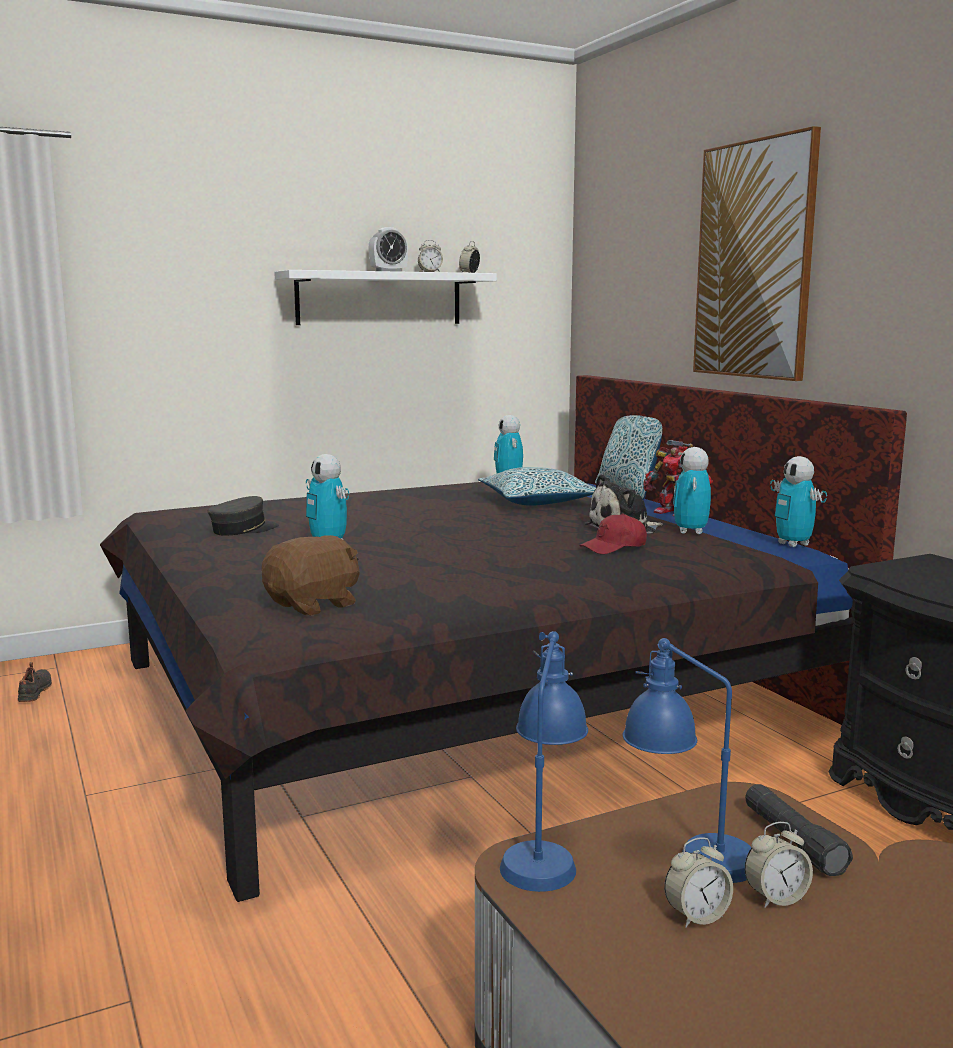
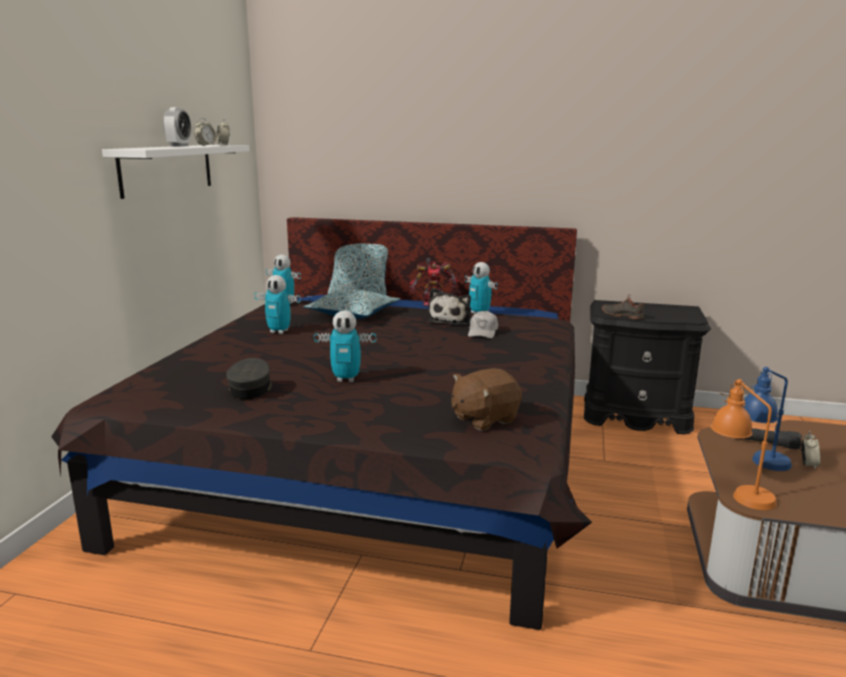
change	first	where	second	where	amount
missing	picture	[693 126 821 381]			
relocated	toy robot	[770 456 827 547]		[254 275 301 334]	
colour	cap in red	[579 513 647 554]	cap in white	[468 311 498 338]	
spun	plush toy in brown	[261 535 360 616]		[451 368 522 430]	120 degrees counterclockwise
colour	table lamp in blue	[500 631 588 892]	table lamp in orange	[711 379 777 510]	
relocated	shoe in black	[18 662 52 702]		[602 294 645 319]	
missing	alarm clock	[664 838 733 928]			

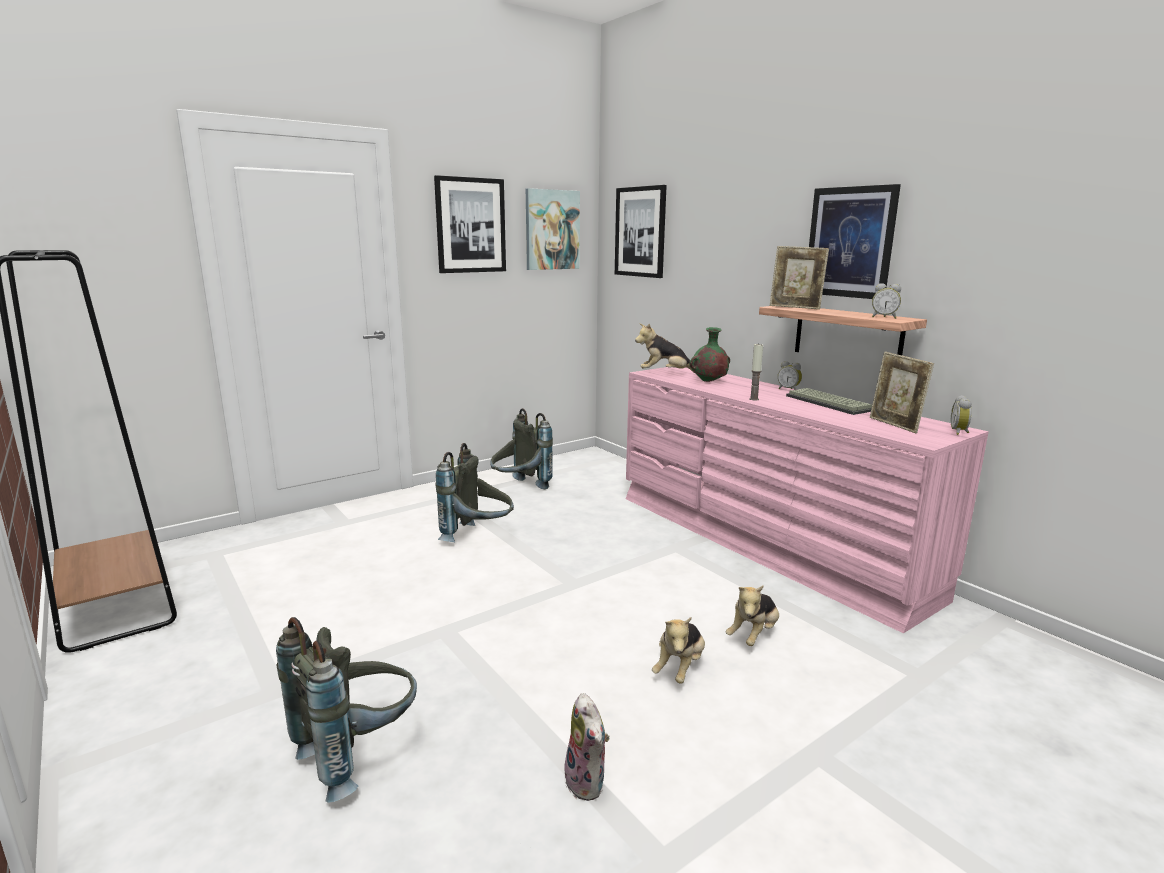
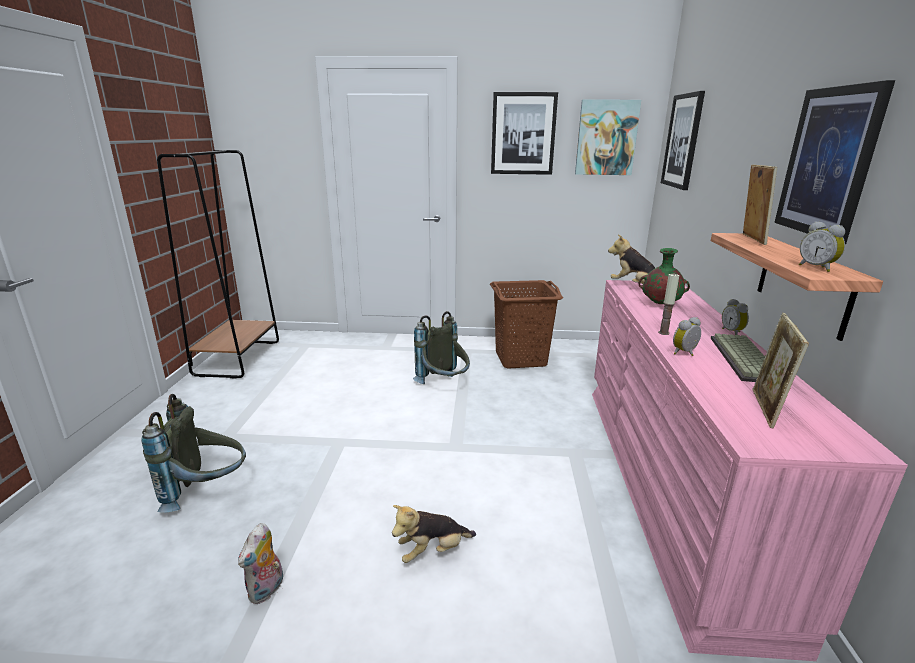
change	first	where	second	where	amount
spun	picture frame	[770 246 829 310]		[743 165 777 245]	150 degrees counterclockwise
relocated	alarm clock	[951 395 972 435]		[673 317 701 356]	
exchanged	backpack in grey	[490 408 553 489]	laundry basket in brown	[490 280 563 369]	
missing	plush toy	[725 586 779 646]			

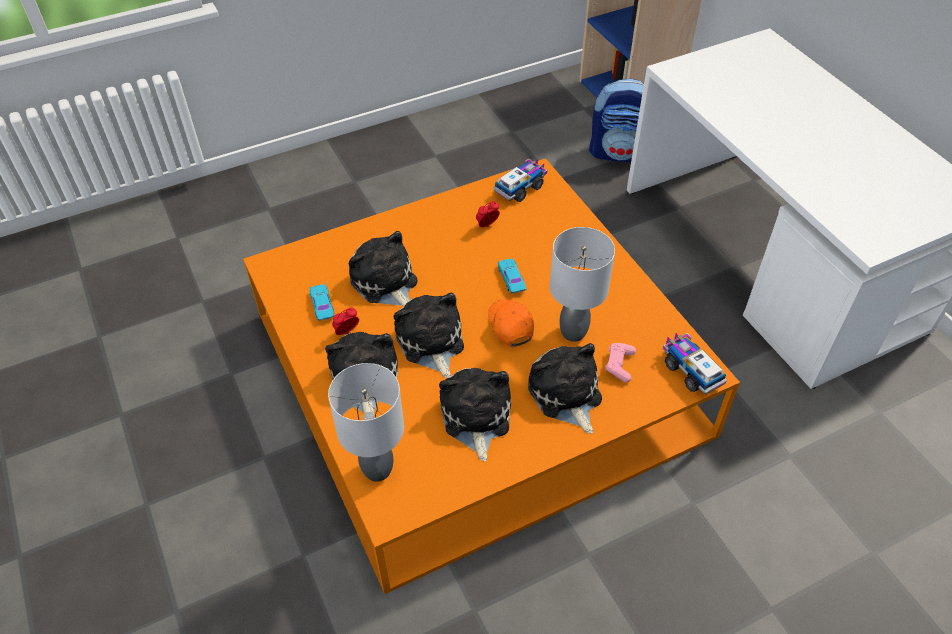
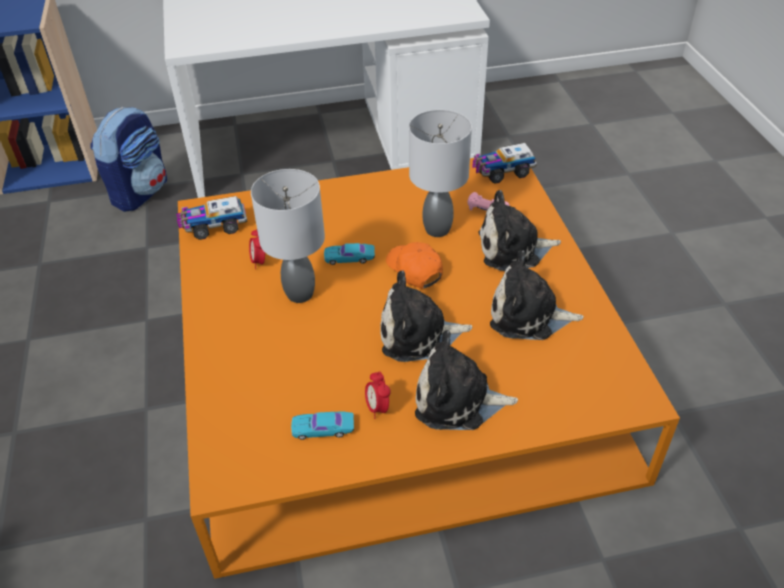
change	first	where	second	where	amount
spun	toy truck	[494 159 547 202]		[176 196 247 240]	75 degrees counterclockwise
missing	plush toy	[349 231 418 306]			
spun	cap in orange	[488 299 534 347]		[386 242 443 288]	60 degrees clockwise
relocated	table lamp in grey	[328 363 404 482]		[251 169 325 303]	

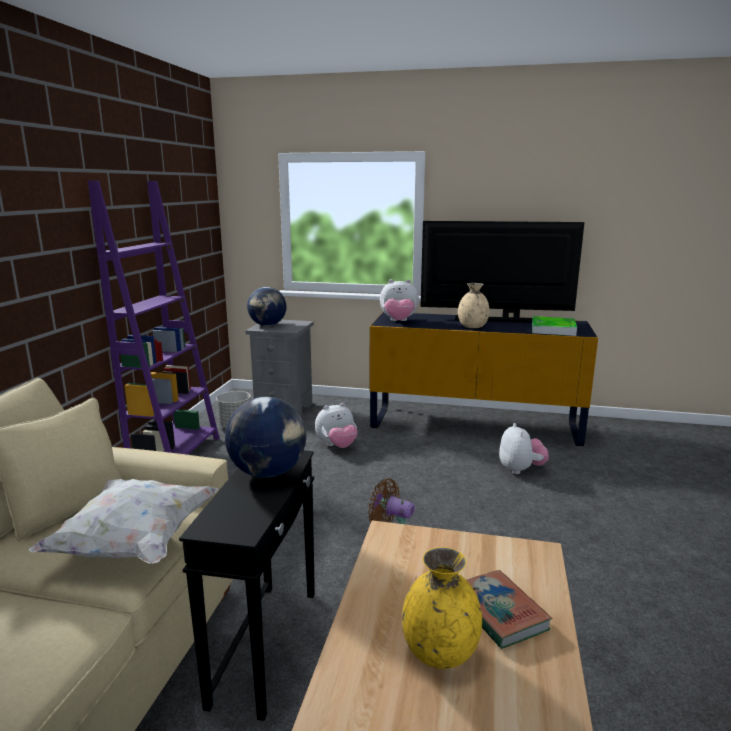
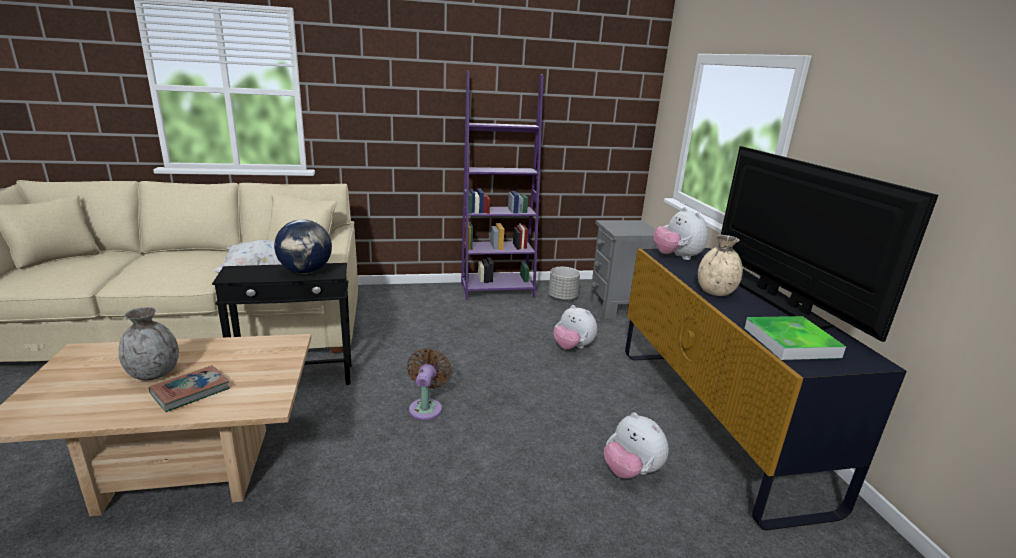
change	first	where	second	where	amount
missing	globe	[247 287 287 326]			
spun	plush toy	[499 423 549 474]		[604 412 669 479]	75 degrees clockwise
colour	vase in yellow	[402 547 482 669]	vase in grey	[119 307 179 380]	

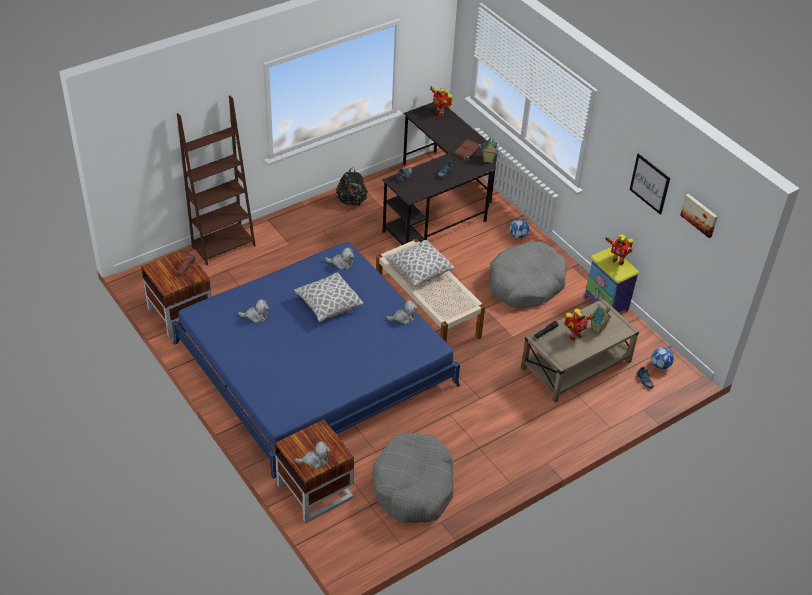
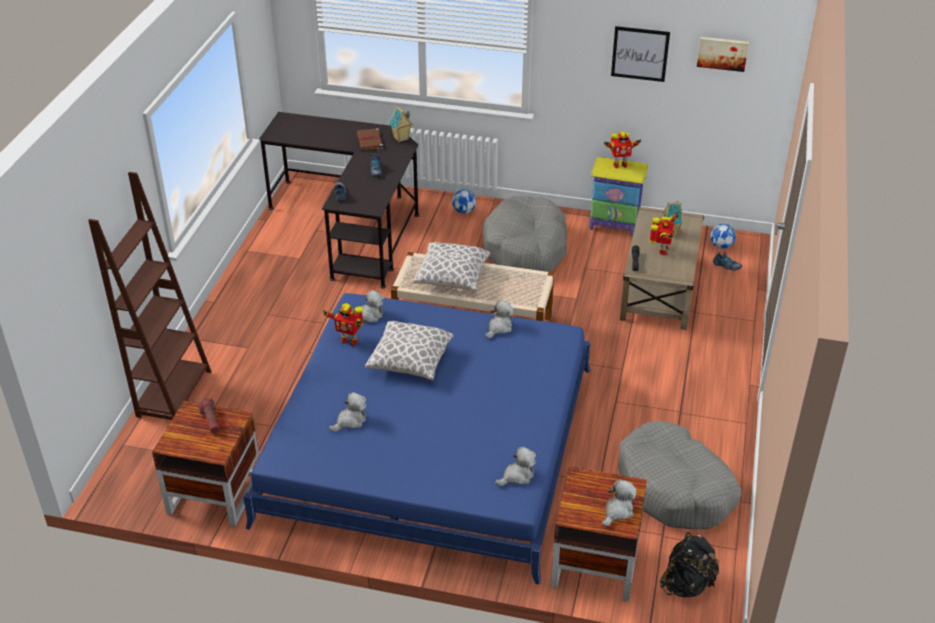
change	first	where	second	where	amount
relocated	toy robot	[430 86 453 117]		[323 303 364 346]	
relocated	backpack in black	[335 167 368 206]		[660 532 720 597]	
appeared			plush toy	[495 446 536 486]	

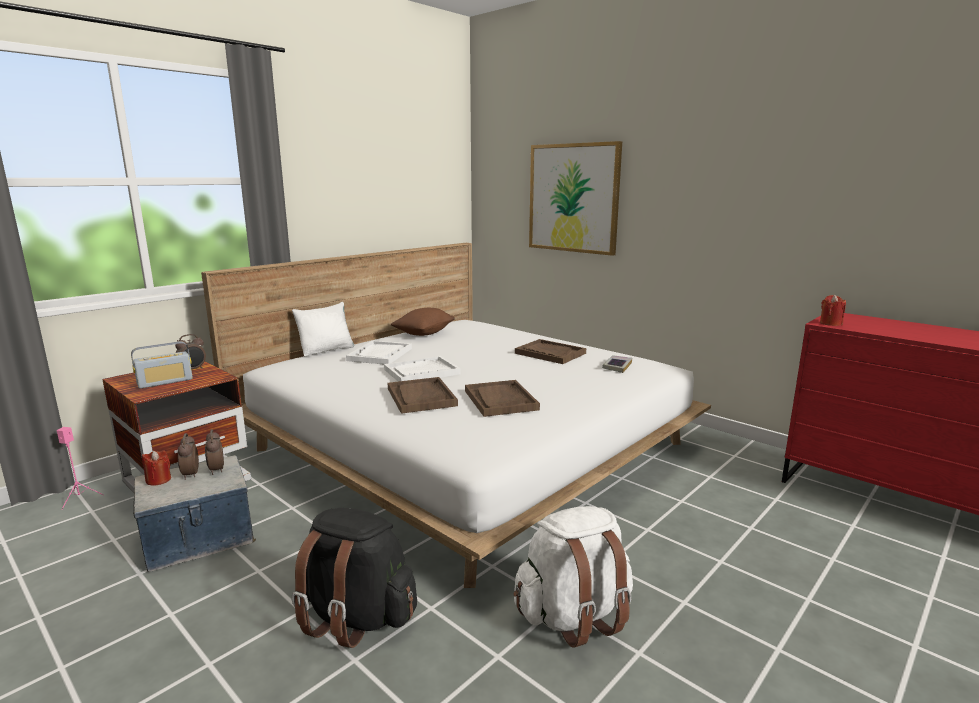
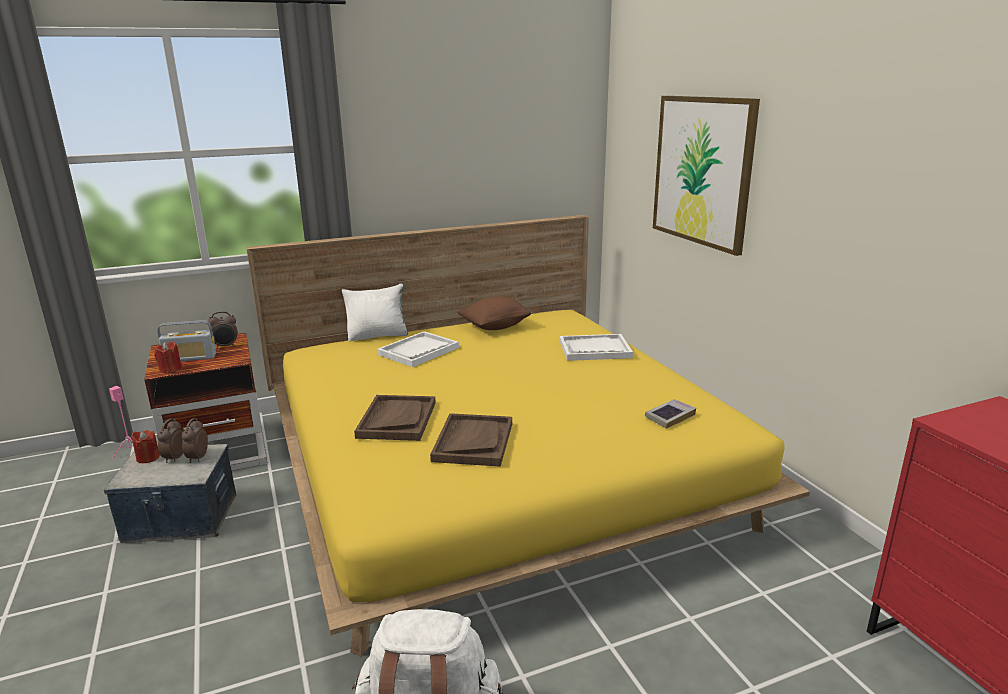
change	first	where	second	where	amount
colour	bed in white	[201 243 711 588]	bed in yellow	[246 215 810 657]	
relocated	candle in red	[820 295 846 326]		[154 342 182 374]	
missing	tray in brown	[515 339 586 364]			
relocated	tray in white	[384 356 461 381]		[560 334 633 361]	
missing	backpack in black	[291 508 417 648]			

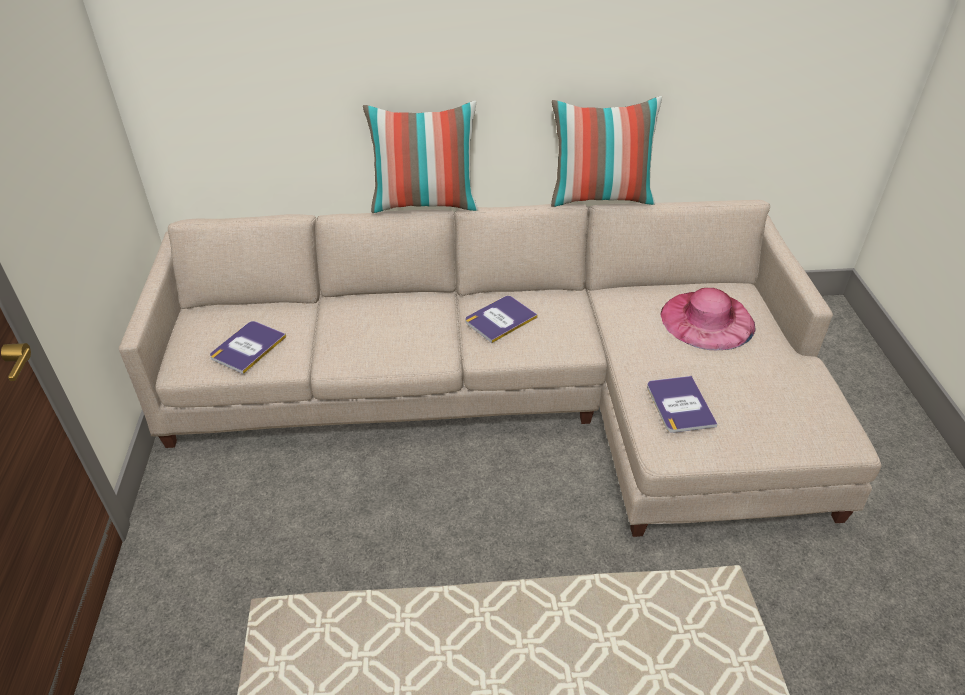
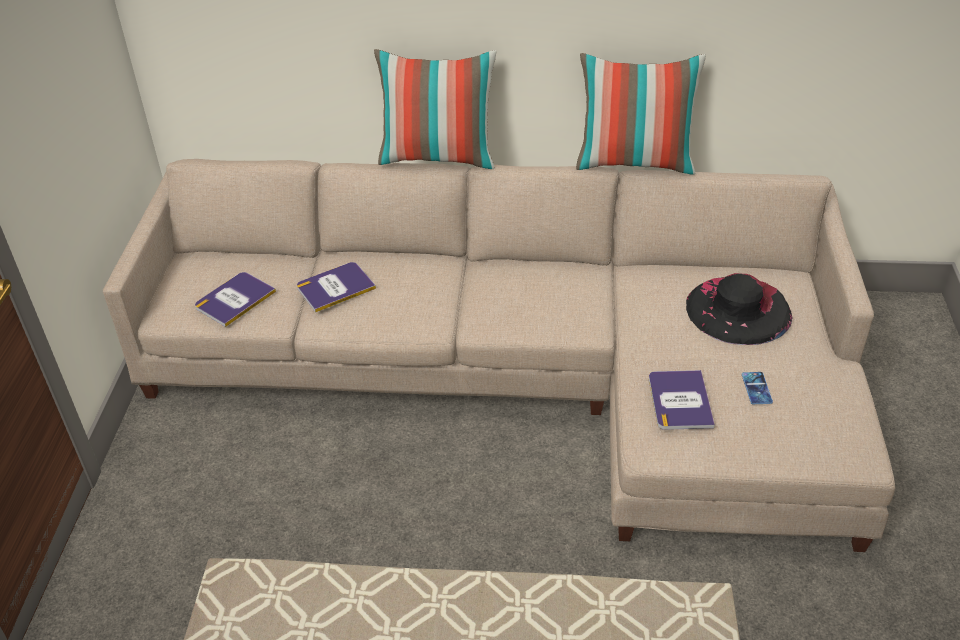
change	first	where	second	where	amount
colour	hat in pink	[661 288 755 350]	hat in black	[686 273 793 345]	
relocated	book	[465 296 538 343]		[297 262 376 313]	
appeared			phone	[742 372 773 404]	

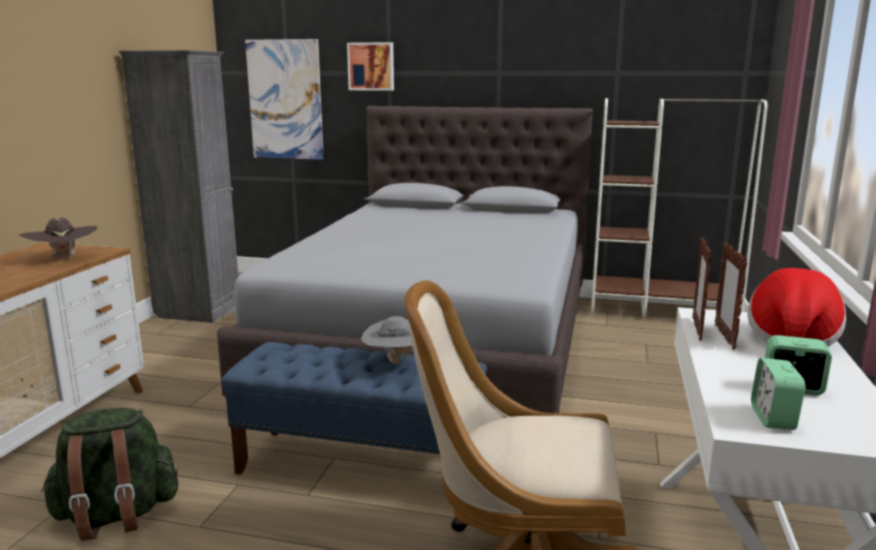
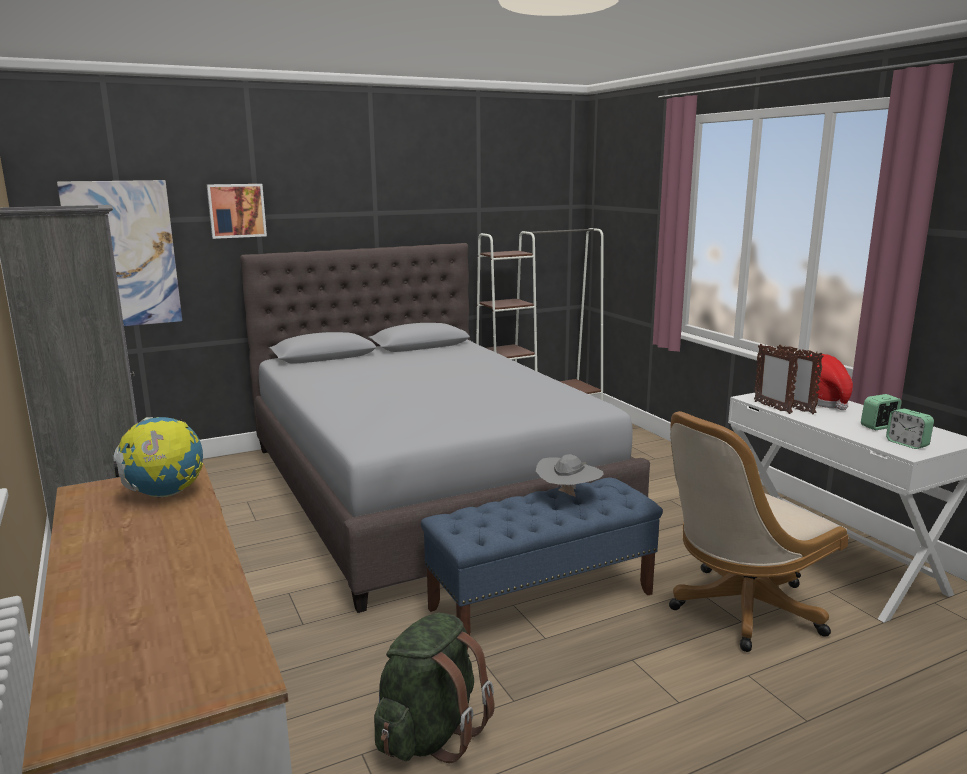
change	first	where	second	where	amount
exchanged	hat in brown	[19 218 98 260]	globe	[113 417 203 497]	

